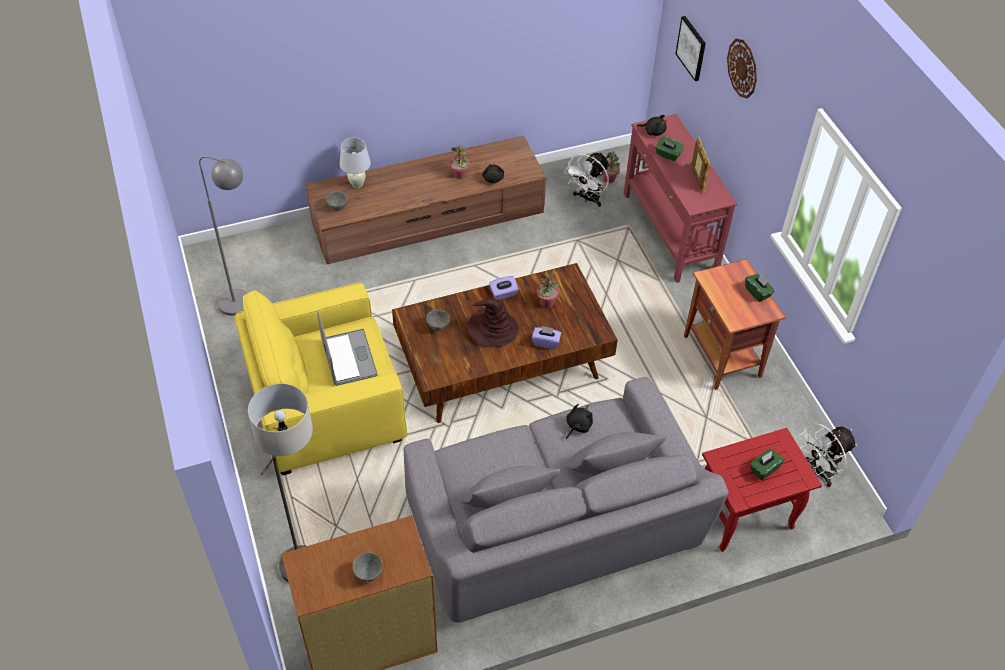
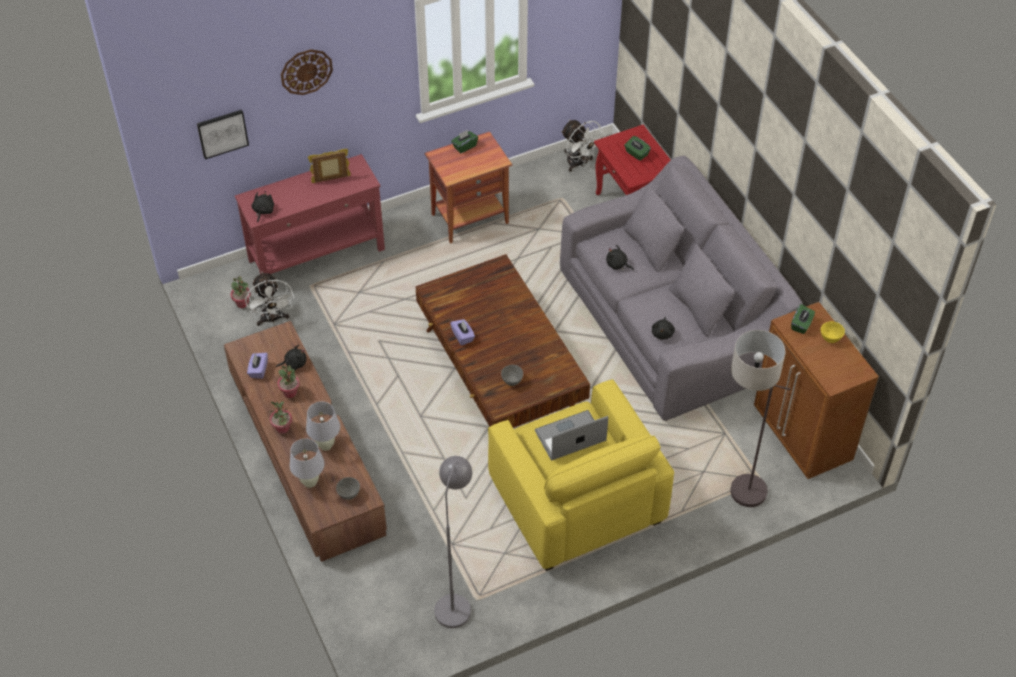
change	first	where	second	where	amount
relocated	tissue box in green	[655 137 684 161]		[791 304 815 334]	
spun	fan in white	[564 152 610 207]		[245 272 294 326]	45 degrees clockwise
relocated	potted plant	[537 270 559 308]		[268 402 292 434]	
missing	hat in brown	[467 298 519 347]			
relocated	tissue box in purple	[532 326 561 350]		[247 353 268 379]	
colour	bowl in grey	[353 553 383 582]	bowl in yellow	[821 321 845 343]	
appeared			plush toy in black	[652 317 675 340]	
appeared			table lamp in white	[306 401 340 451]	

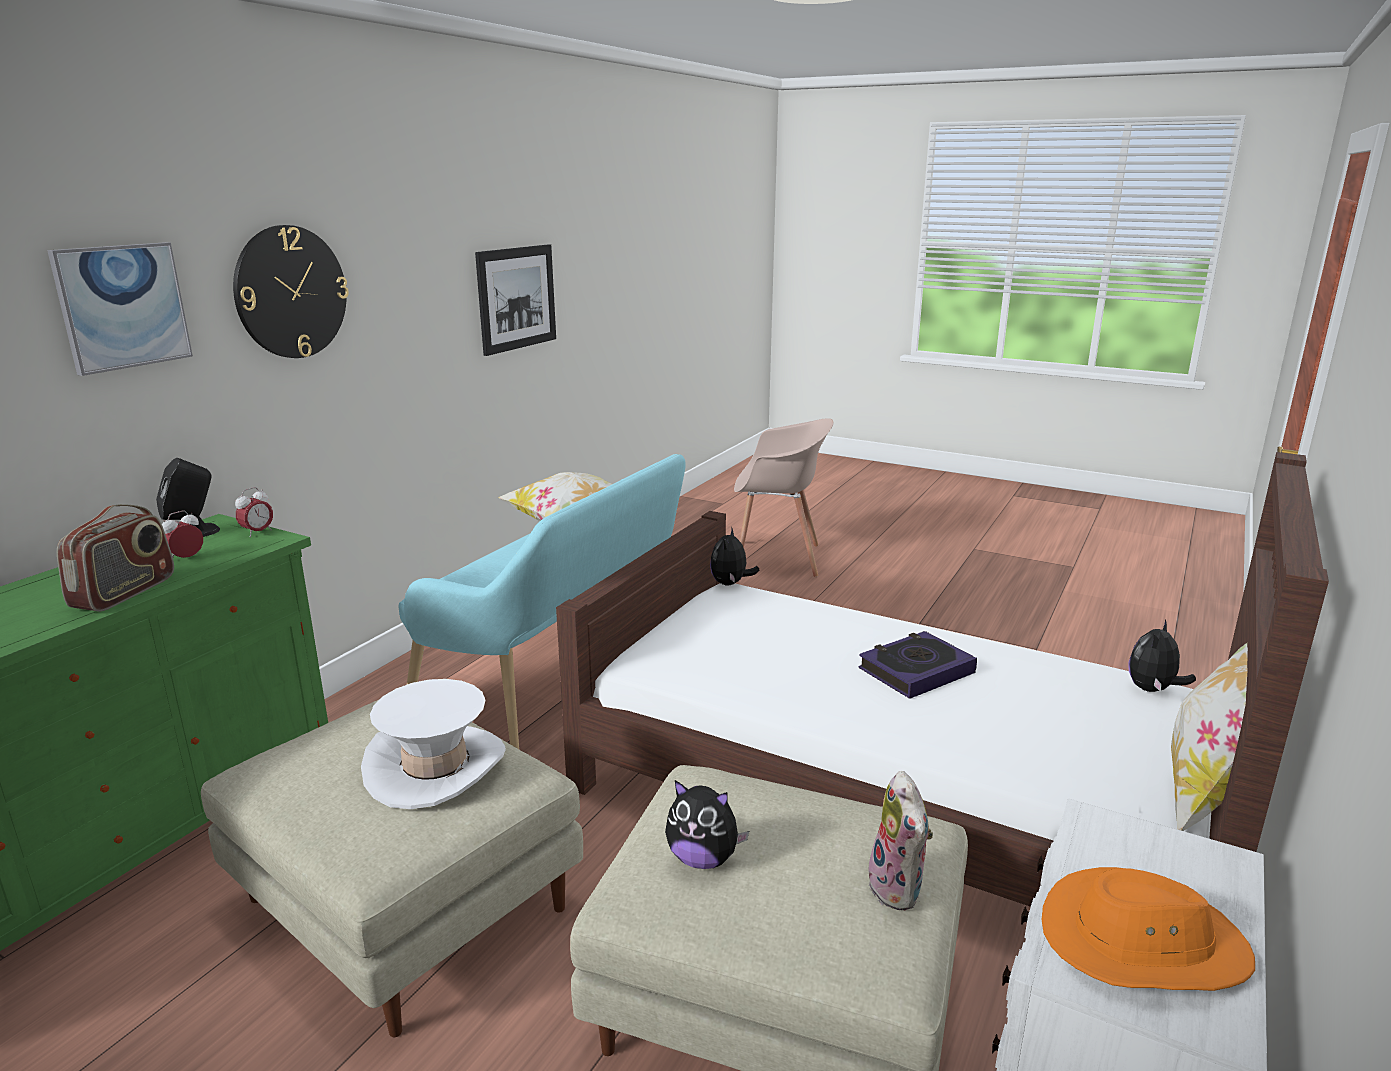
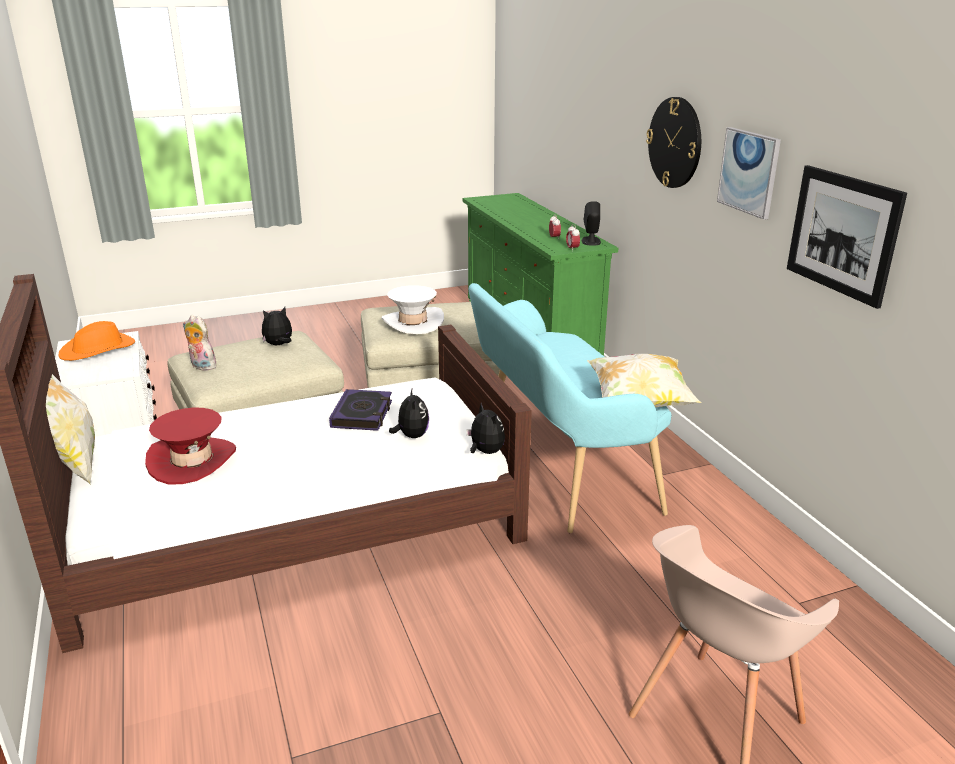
change	first	where	second	where	amount
relocated	picture	[47 242 193 376]		[717 127 781 220]	
missing	radio	[57 504 174 612]			
relocated	plush toy	[1129 619 1196 692]		[389 387 429 438]	
relocated	book	[858 631 977 699]		[329 389 392 431]	
appeared			hat in red	[145 407 236 485]	

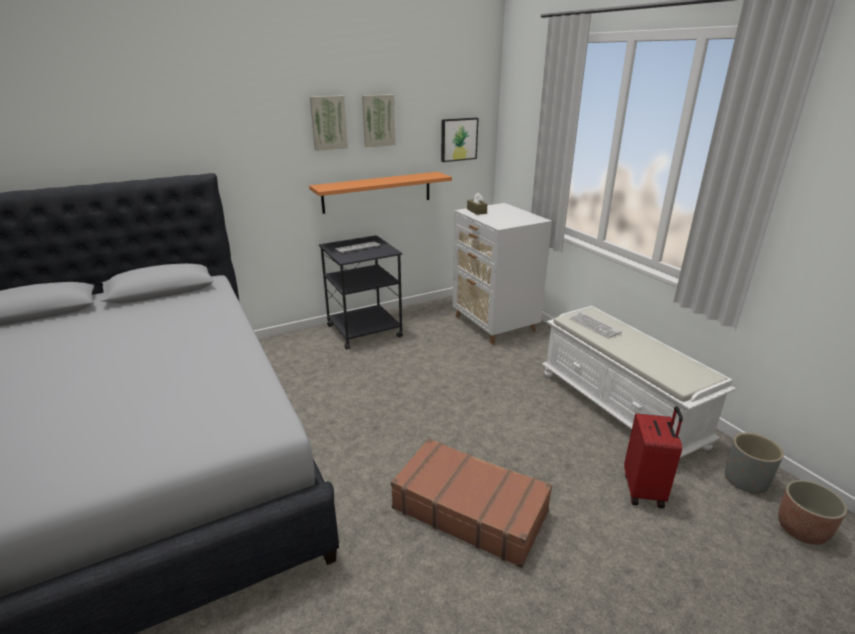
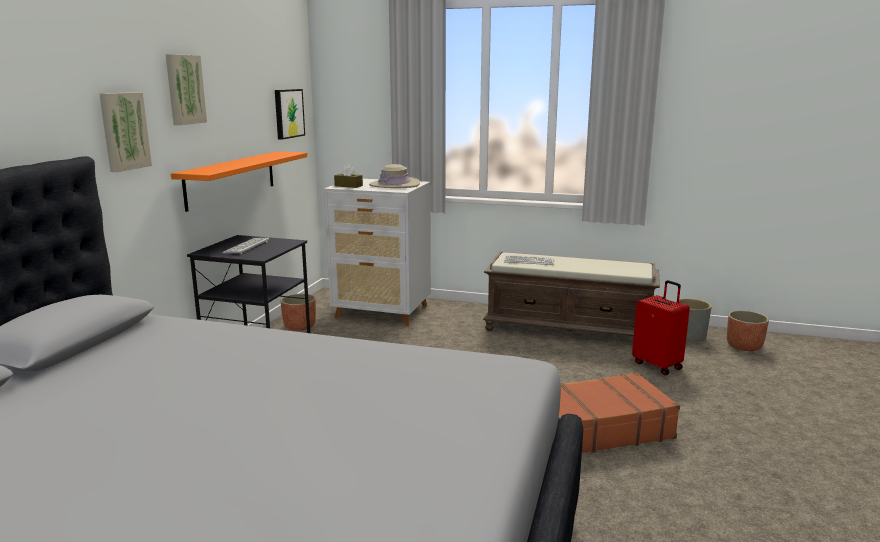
change	first	where	second	where	amount
relocated	picture	[362 94 396 147]		[99 92 152 172]	
colour	bench in white	[542 306 736 458]	bench in brown	[483 252 660 336]	
appeared			hat in beige	[369 164 420 188]	
appeared			planter	[280 294 316 331]	

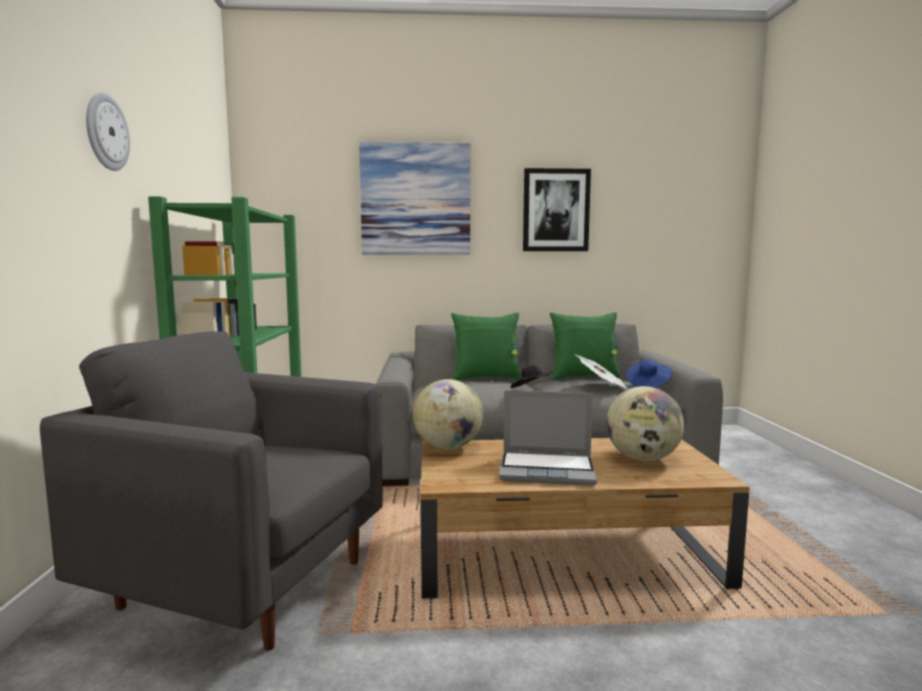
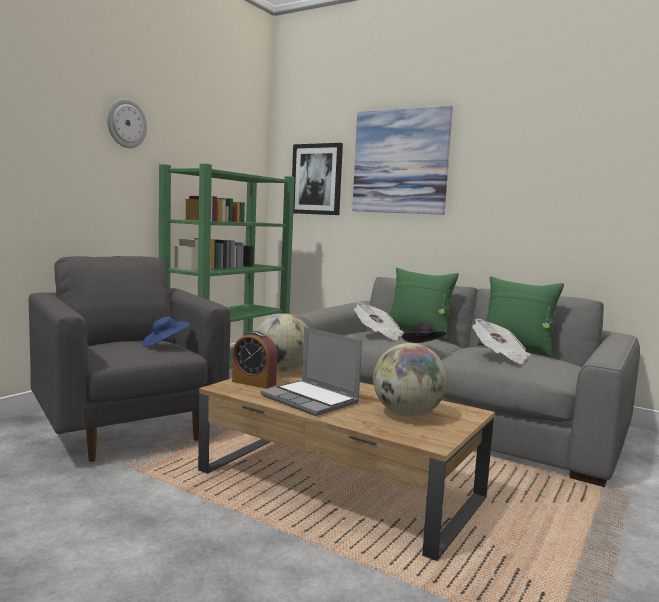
change	first	where	second	where	amount
relocated	picture	[523 168 591 251]		[292 143 343 215]	
relocated	hat in blue	[627 359 672 388]		[142 317 190 347]	
appeared			newspaper	[354 303 403 340]	
appeared			alarm clock	[232 331 277 389]	

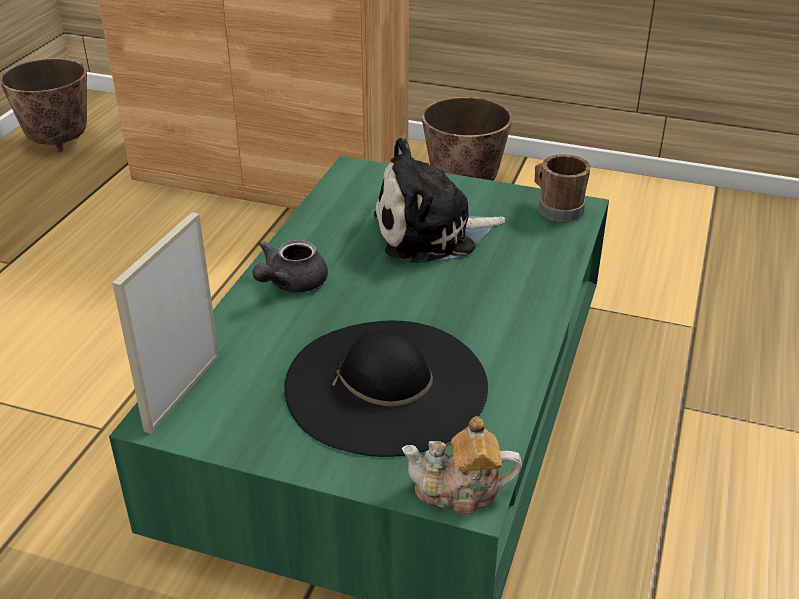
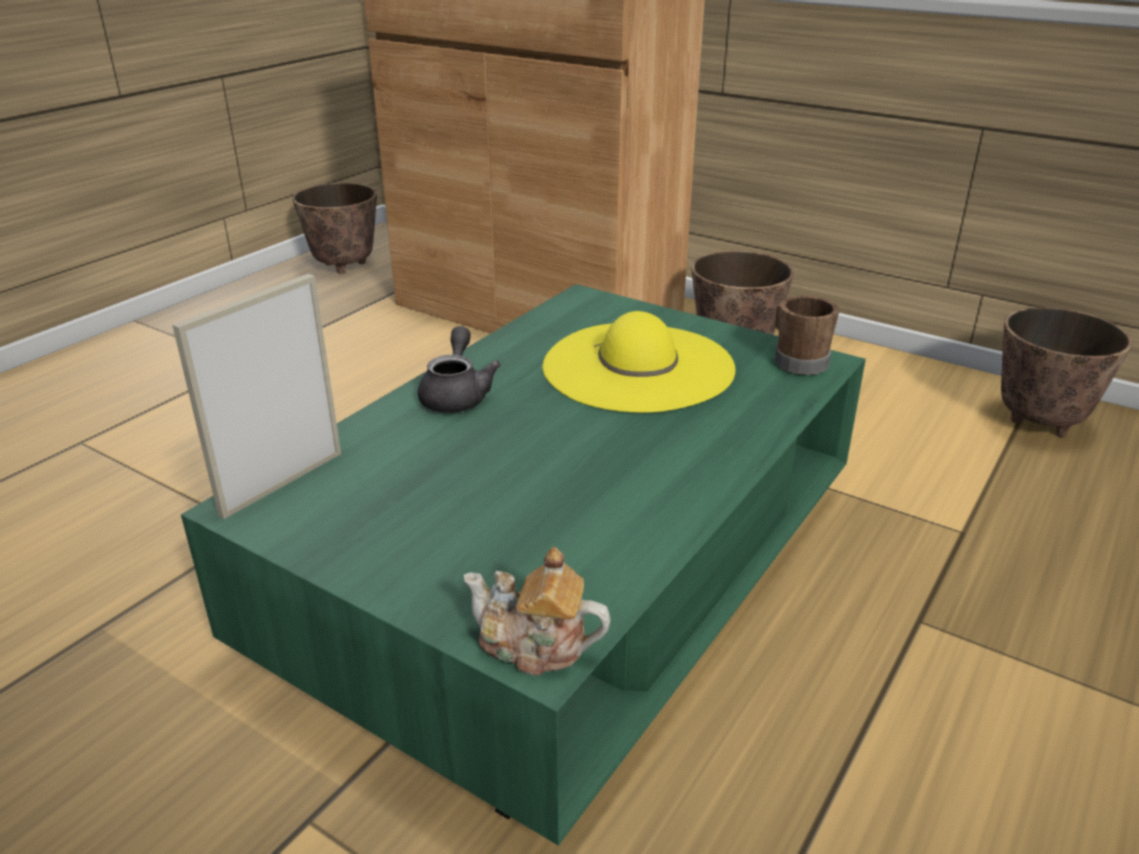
change	first	where	second	where	amount
exchanged	plush toy	[374 137 505 263]	hat in yellow	[542 311 735 413]	
spun	teapot in grey	[252 240 328 292]		[418 326 501 413]	135 degrees clockwise
missing	hat in black	[284 320 488 457]			
appeared			planter	[1001 307 1132 437]	

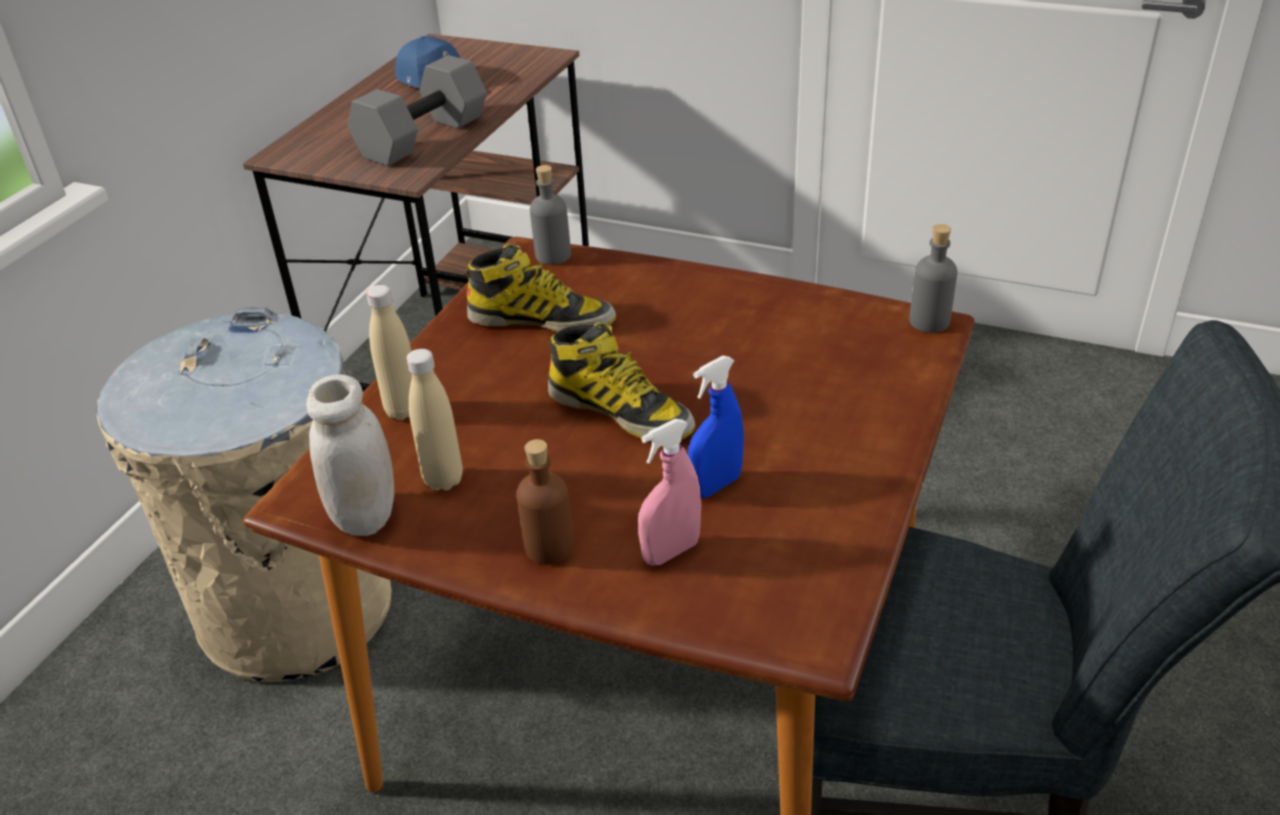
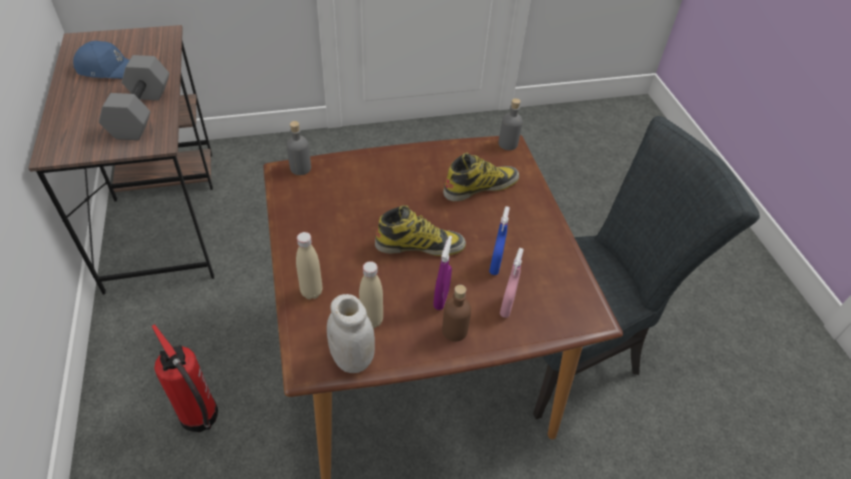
change	first	where	second	where	amount
relocated	boot	[467 243 616 332]		[443 153 519 201]	
exchanged	trash can in beige	[96 307 392 682]	fire extinguisher	[152 324 218 432]	
appeared			spray bottle in purple	[433 235 452 310]	

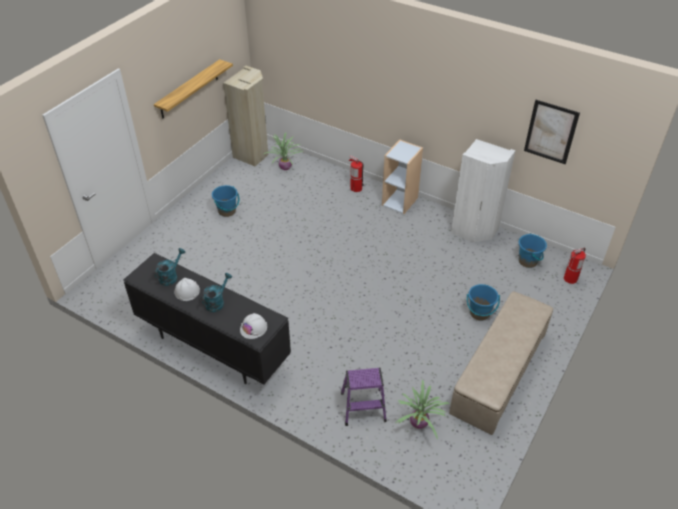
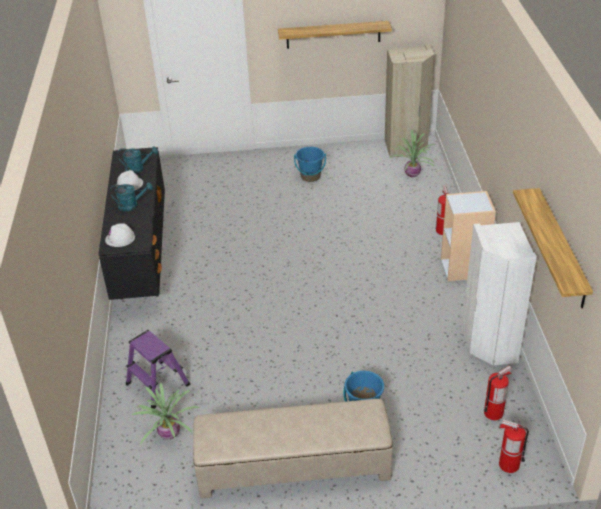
change	first	where	second	where	amount
exchanged	picture	[524 100 580 164]	shelf	[513 188 593 309]	
exchanged	bucket in blue	[518 233 547 268]	fire extinguisher	[484 366 512 420]	

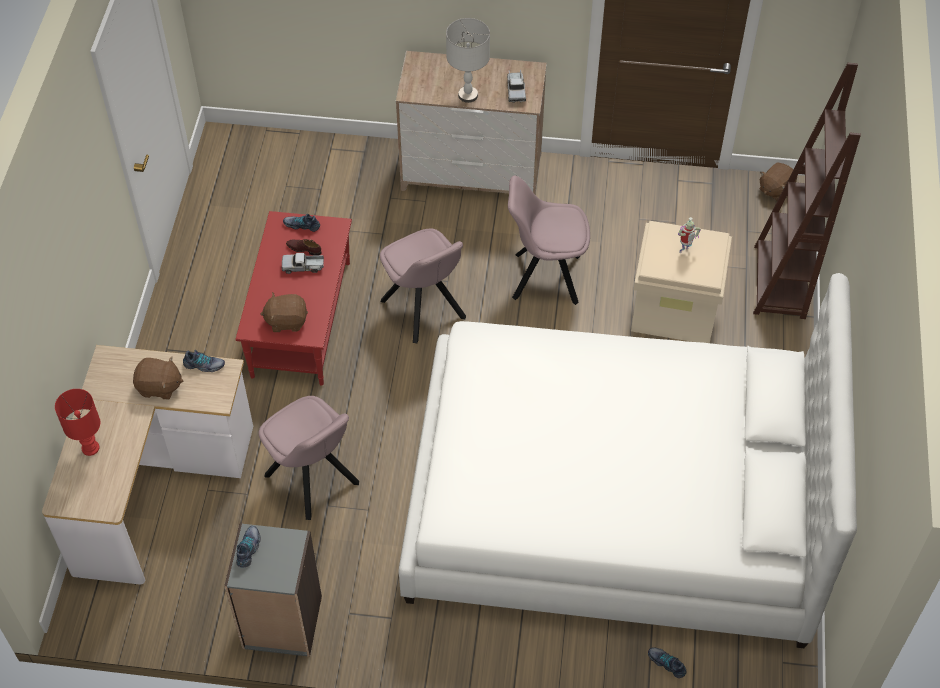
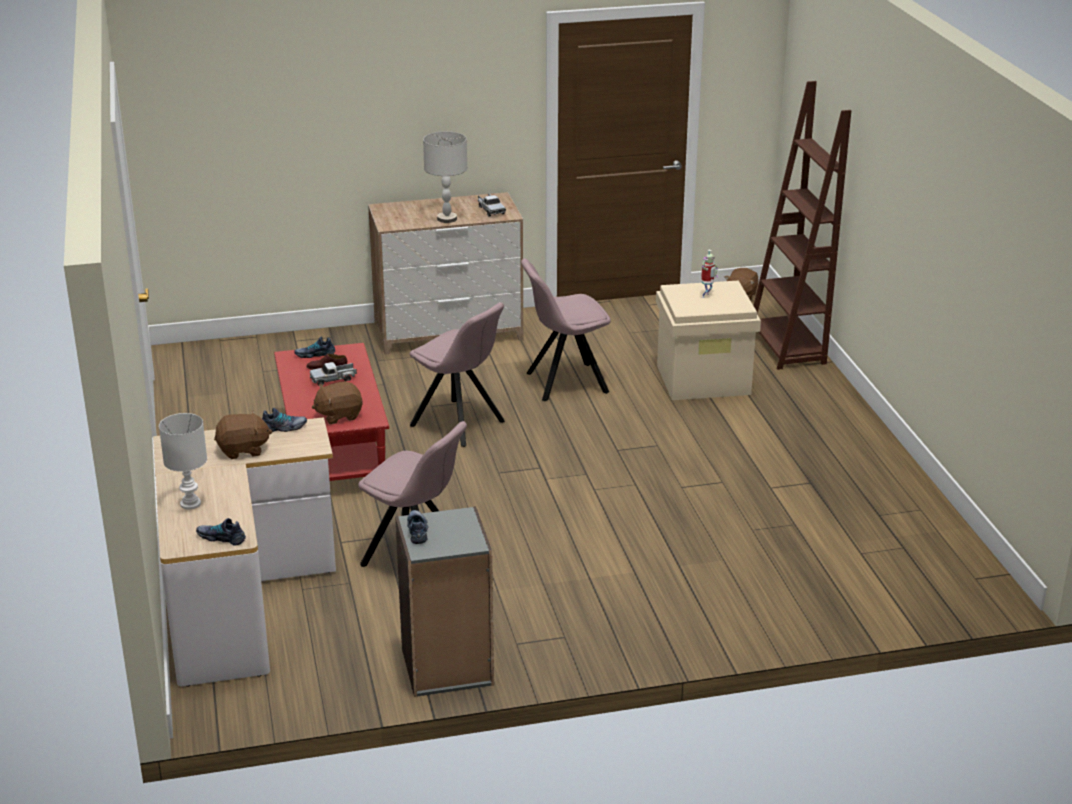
change	first	where	second	where	amount
missing	bed in white	[399 273 857 648]			
colour	table lamp in red	[55 389 100 456]	table lamp in white	[159 413 207 509]	
relocated	shoe	[648 647 687 678]		[196 518 246 545]	

